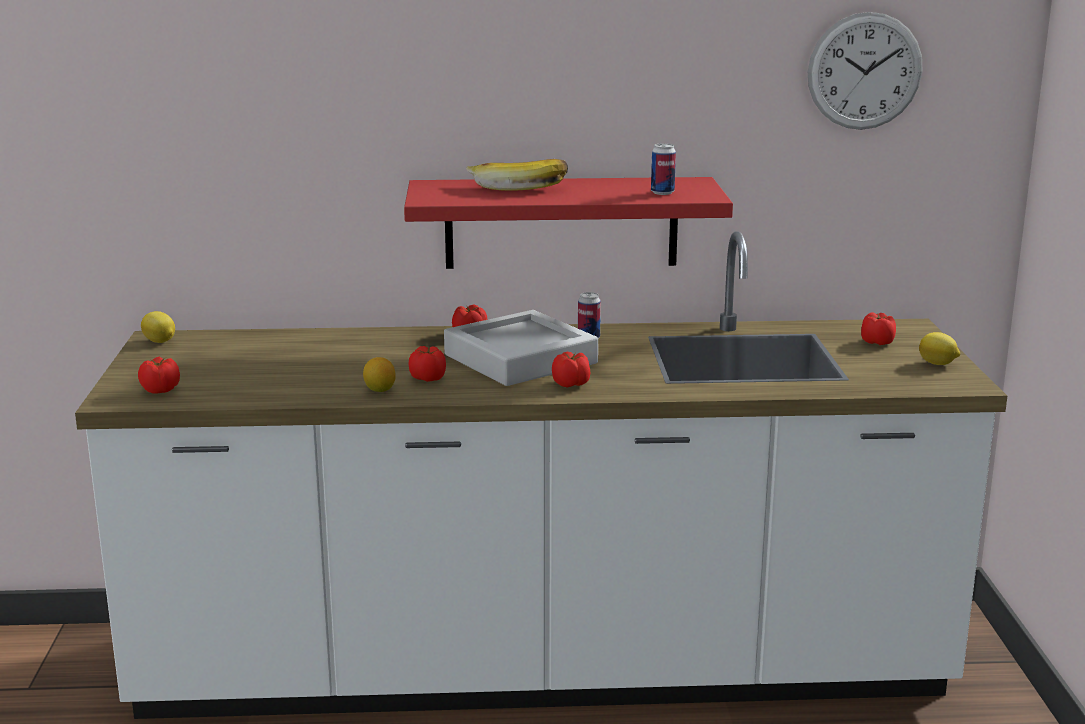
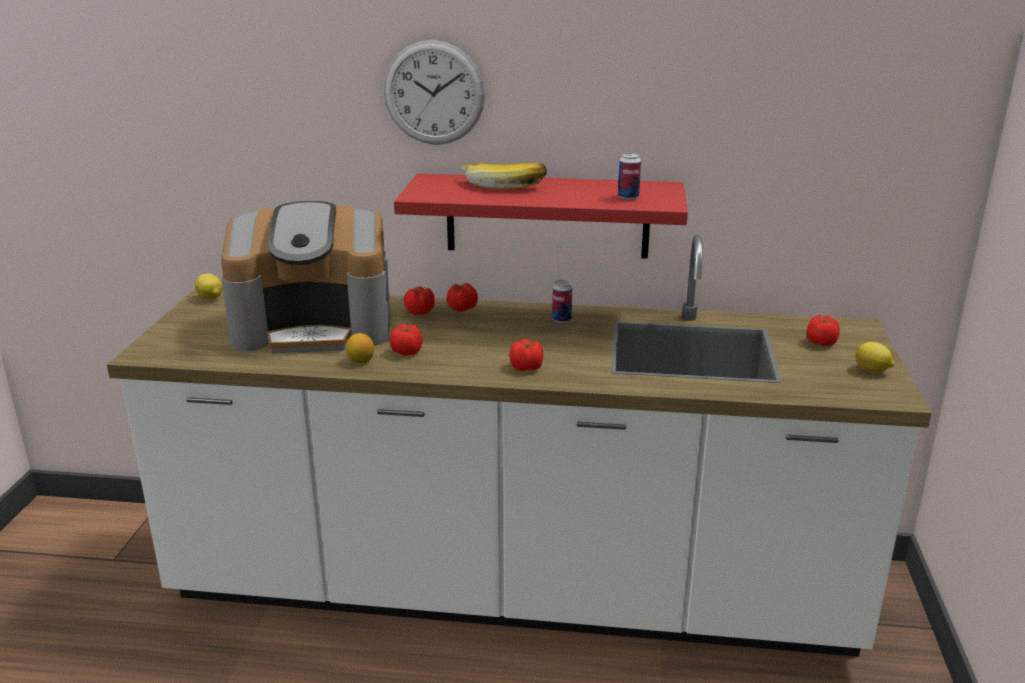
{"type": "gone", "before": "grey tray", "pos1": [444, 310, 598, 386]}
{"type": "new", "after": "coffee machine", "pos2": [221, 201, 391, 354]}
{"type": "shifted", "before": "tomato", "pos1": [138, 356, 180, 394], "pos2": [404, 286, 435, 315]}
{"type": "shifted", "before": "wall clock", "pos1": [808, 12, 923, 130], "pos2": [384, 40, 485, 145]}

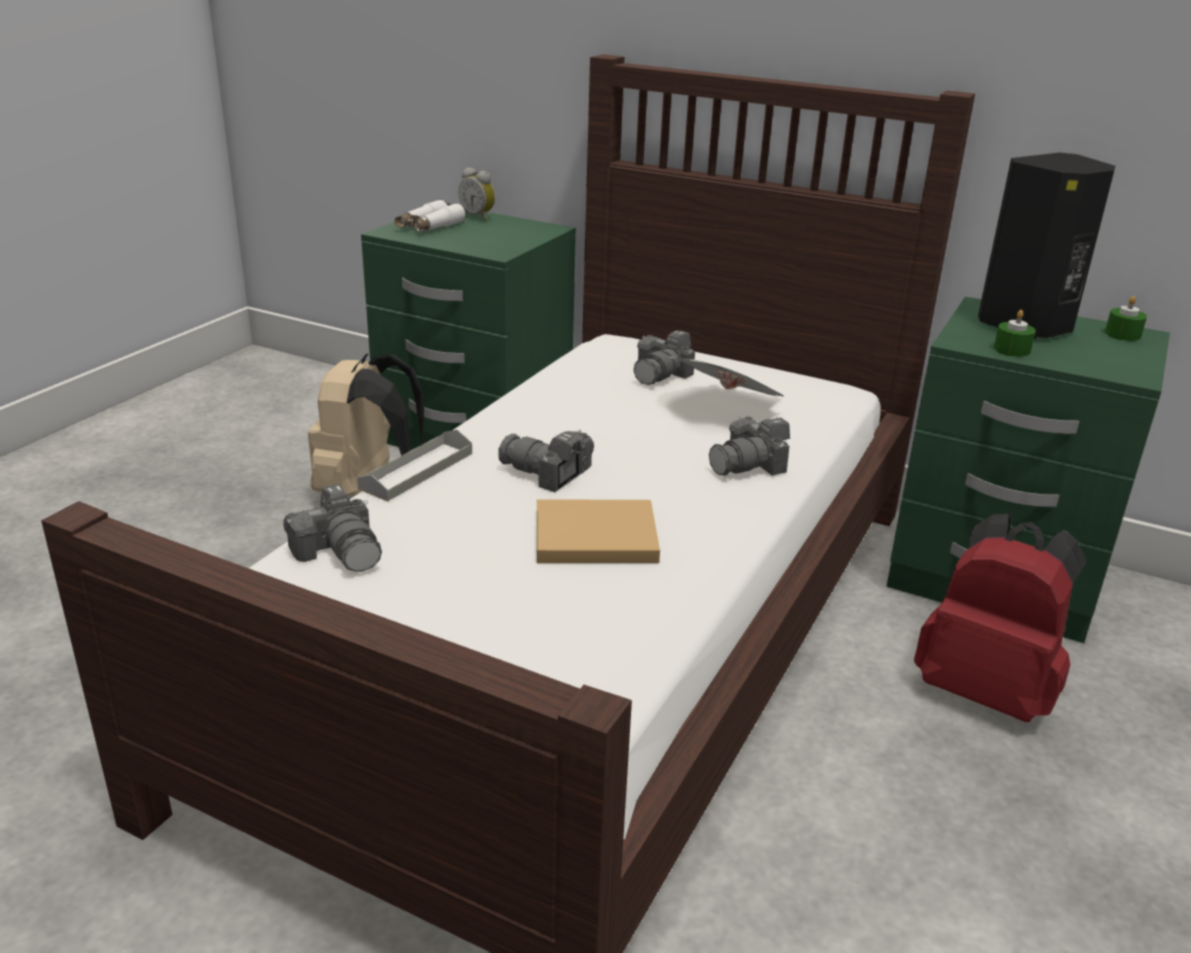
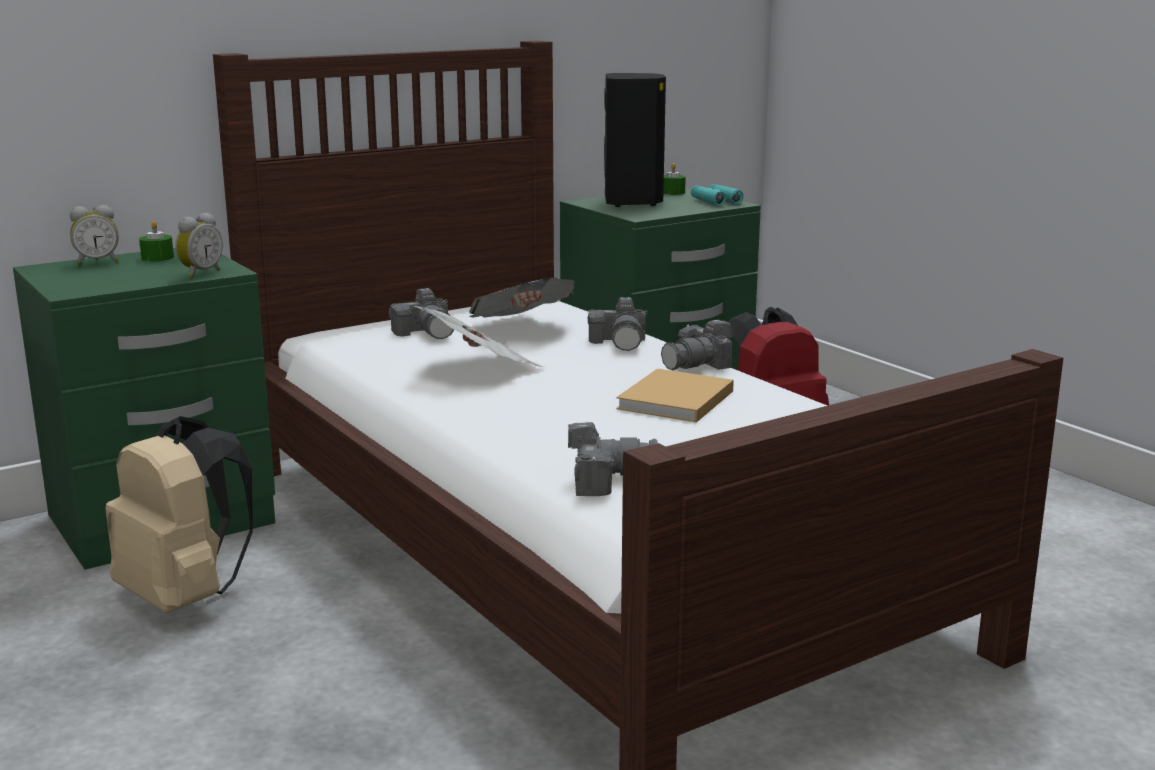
{"type": "gone", "before": "grey tray", "pos1": [357, 430, 472, 502]}
{"type": "gone", "before": "white binoculars", "pos1": [395, 199, 466, 232]}
{"type": "new", "after": "alarm clock", "pos2": [175, 212, 223, 278]}
{"type": "new", "after": "newspaper", "pos2": [414, 306, 545, 367]}
{"type": "new", "after": "turquoise binoculars", "pos2": [691, 184, 744, 206]}
{"type": "shifted", "before": "photo camera", "pos1": [498, 430, 594, 492], "pos2": [661, 320, 733, 371]}
{"type": "shifted", "before": "green candle", "pos1": [994, 310, 1036, 357], "pos2": [139, 221, 174, 262]}

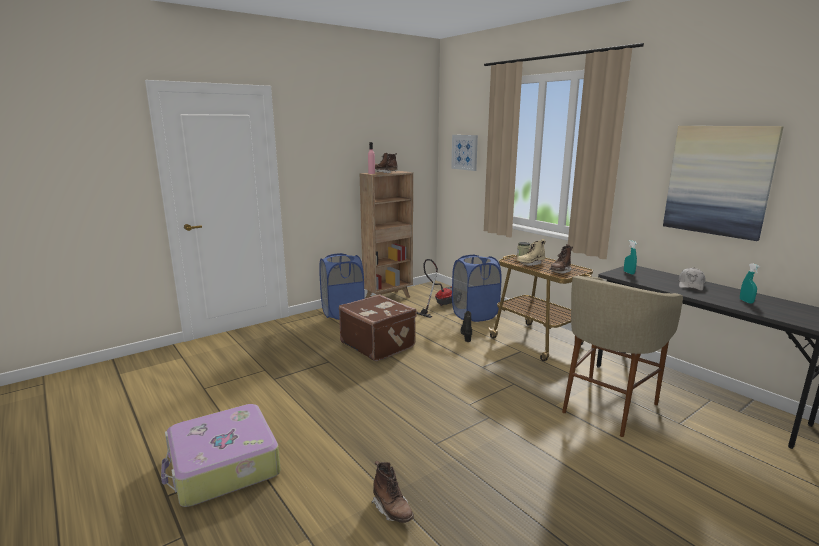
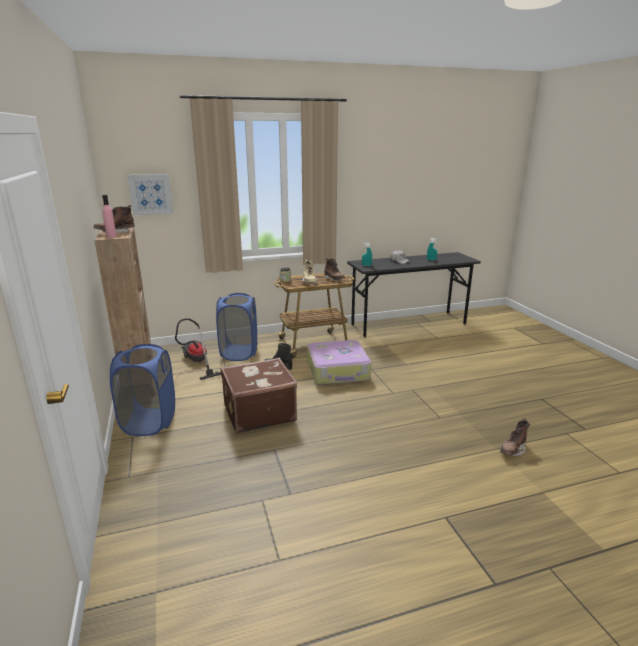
{"type": "gone", "before": "beige stool", "pos1": [562, 276, 683, 437]}
{"type": "gone", "before": "picture", "pos1": [663, 126, 784, 241]}
{"type": "shifted", "before": "suitcase", "pos1": [161, 404, 281, 507], "pos2": [307, 340, 371, 385]}
{"type": "rotated", "before": "brown boot", "pos1": [372, 461, 414, 523], "pos2": [500, 418, 530, 456], "turn": 150}

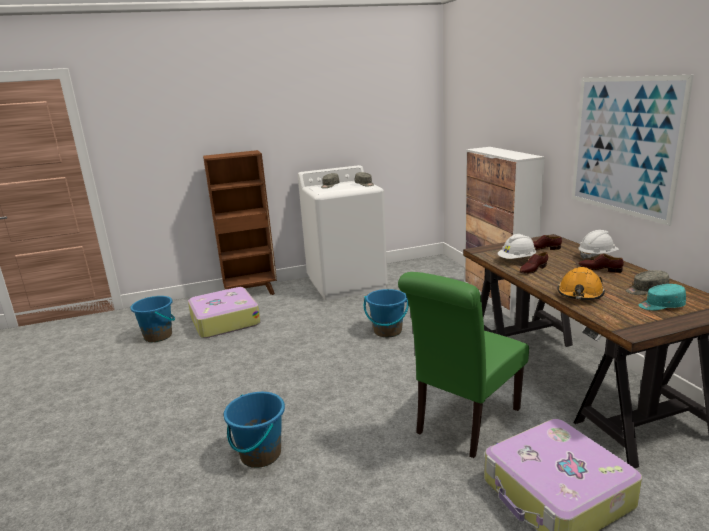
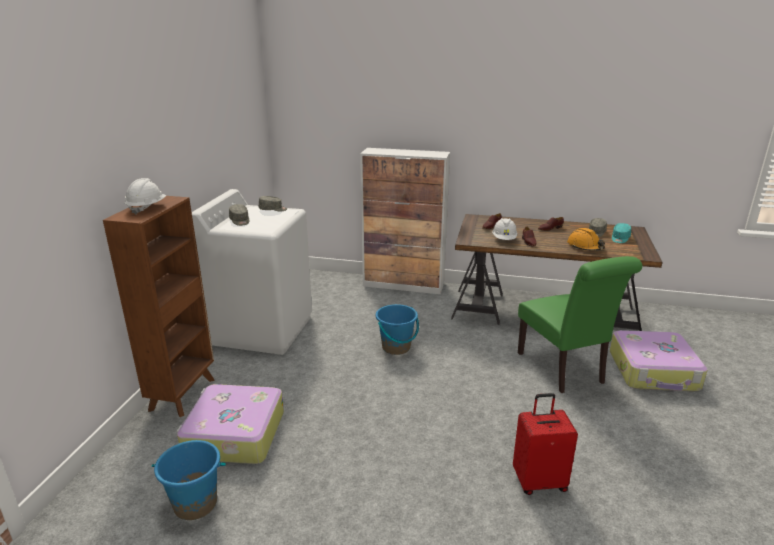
{"type": "gone", "before": "picture", "pos1": [572, 75, 694, 226]}
{"type": "shifted", "before": "white hard hat", "pos1": [578, 230, 619, 260], "pos2": [125, 178, 166, 215]}
{"type": "swapped", "before": "blue bucket", "after": "red suitcase", "pos1": [224, 392, 285, 468], "pos2": [513, 393, 578, 495]}

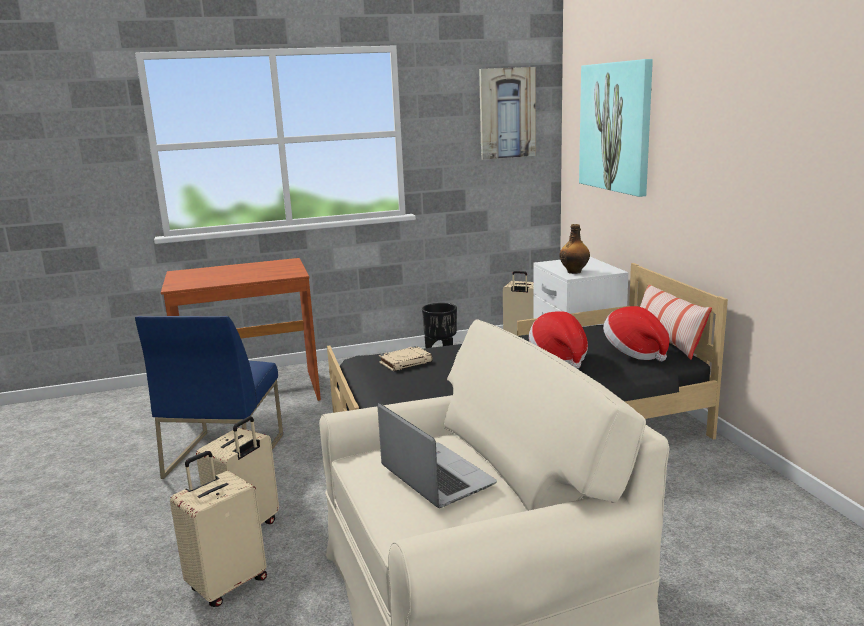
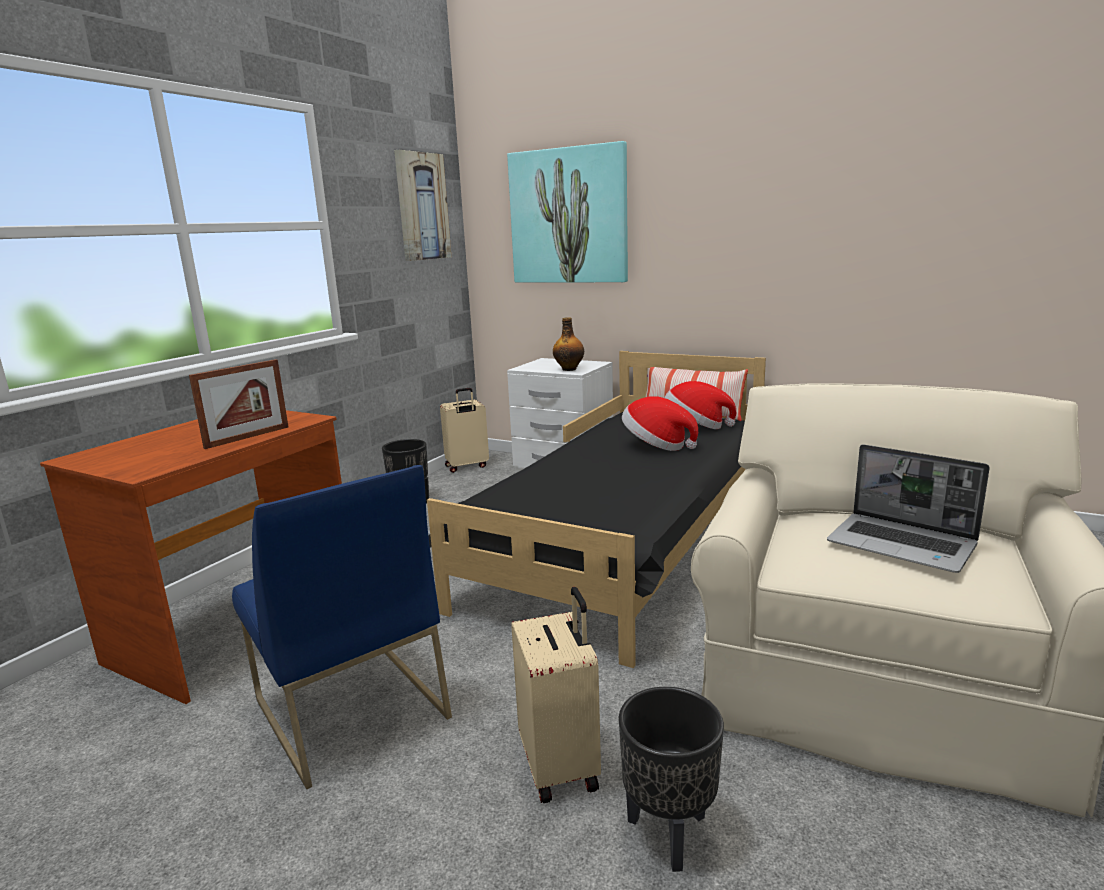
{"type": "gone", "before": "beige book", "pos1": [379, 346, 433, 371]}
{"type": "new", "after": "picture frame", "pos2": [189, 359, 288, 449]}
{"type": "swapped", "before": "beige suitcase", "after": "black planter", "pos1": [170, 451, 267, 607], "pos2": [619, 687, 724, 872]}
{"type": "rotated", "before": "laptop", "pos1": [377, 403, 497, 508], "pos2": [827, 445, 990, 573], "turn": -150}

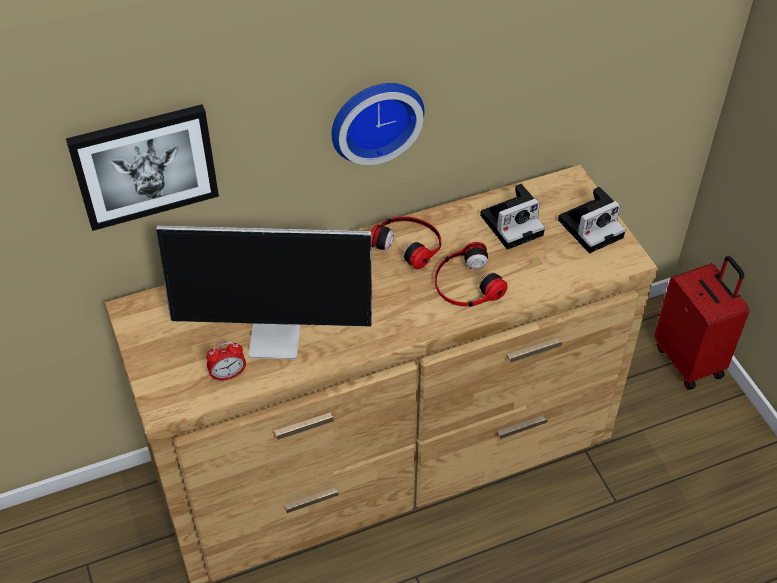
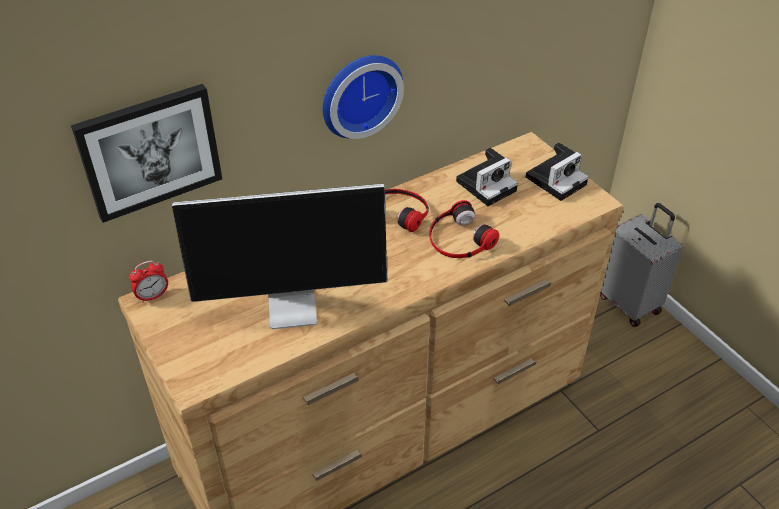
{"type": "shifted", "before": "alarm clock", "pos1": [206, 342, 246, 382], "pos2": [129, 261, 168, 303]}
{"type": "repainted", "before": "red suitcase", "after": "grey suitcase", "pos1": [654, 256, 749, 390], "pos2": [600, 203, 682, 327]}

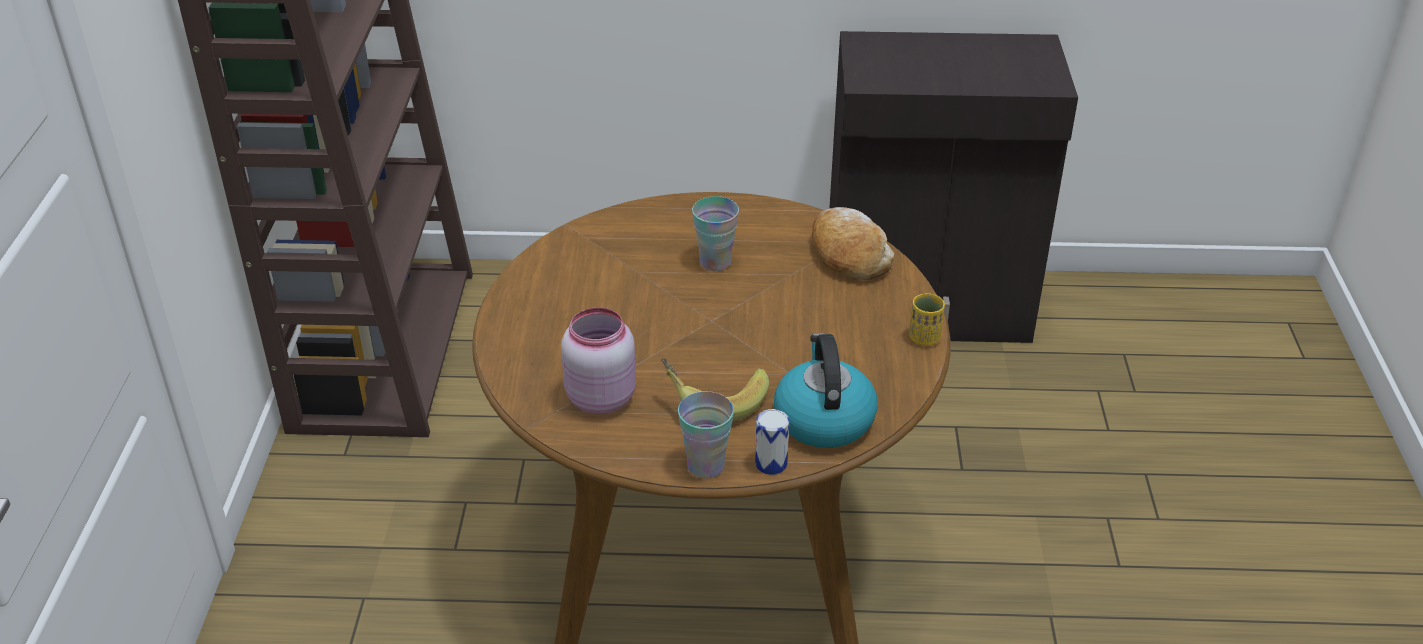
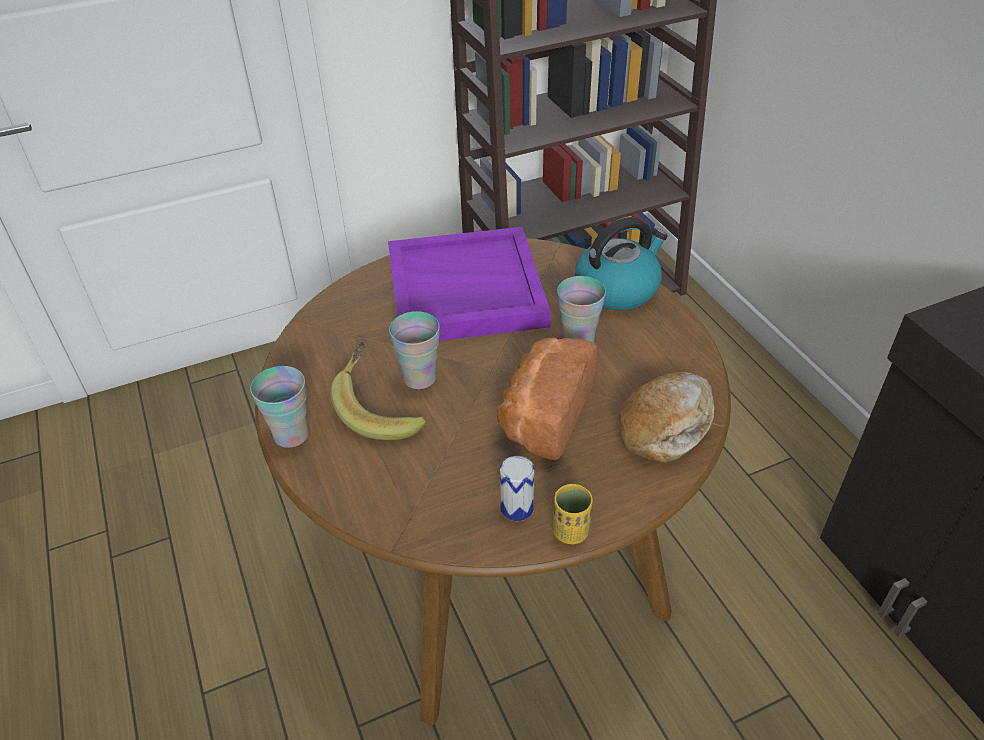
{"type": "gone", "before": "pink jar", "pos1": [561, 308, 636, 414]}
{"type": "new", "after": "purple tray", "pos2": [388, 227, 551, 341]}
{"type": "new", "after": "cup", "pos2": [389, 311, 440, 389]}
{"type": "new", "after": "bread", "pos2": [497, 337, 598, 461]}
{"type": "shifted", "before": "can", "pos1": [755, 409, 789, 475], "pos2": [500, 456, 535, 521]}
{"type": "shifted", "before": "kettle", "pos1": [774, 333, 878, 448], "pos2": [575, 217, 668, 310]}

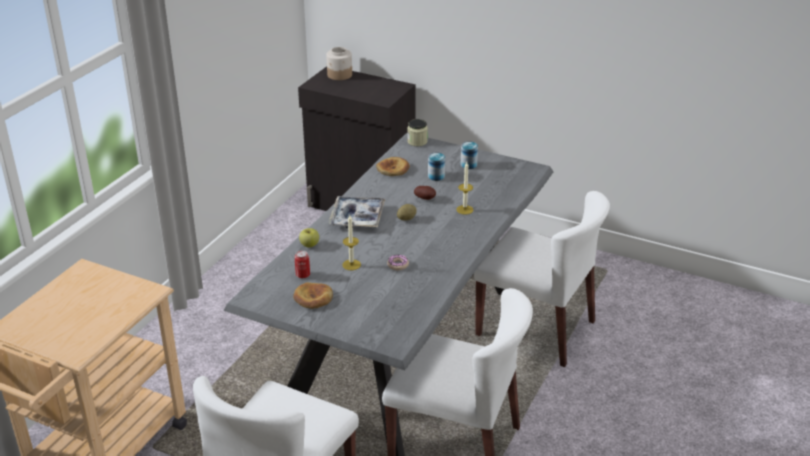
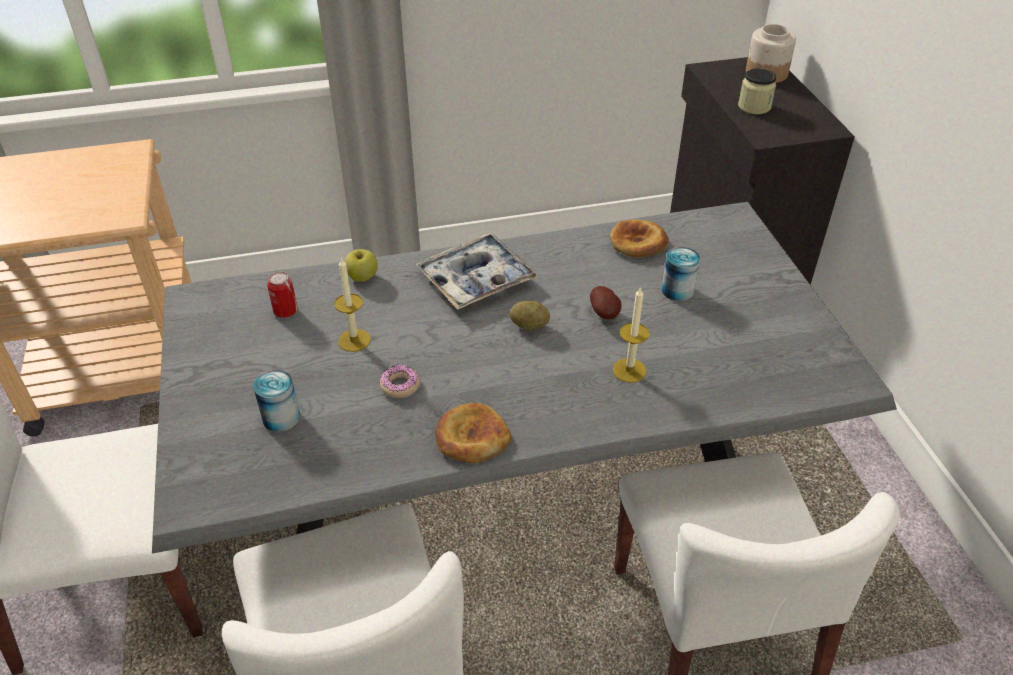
{"type": "shifted", "before": "bread", "pos1": [293, 282, 333, 309], "pos2": [435, 403, 511, 463]}
{"type": "shifted", "before": "jar", "pos1": [407, 119, 428, 146], "pos2": [738, 68, 776, 114]}
{"type": "shifted", "before": "can", "pos1": [461, 141, 478, 169], "pos2": [253, 370, 300, 432]}

